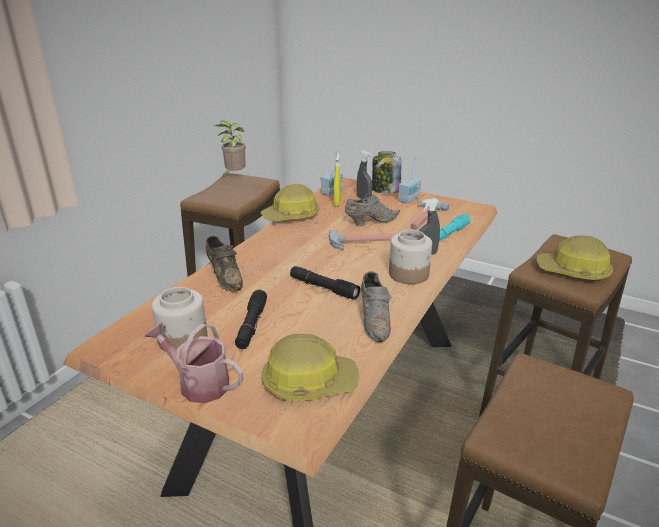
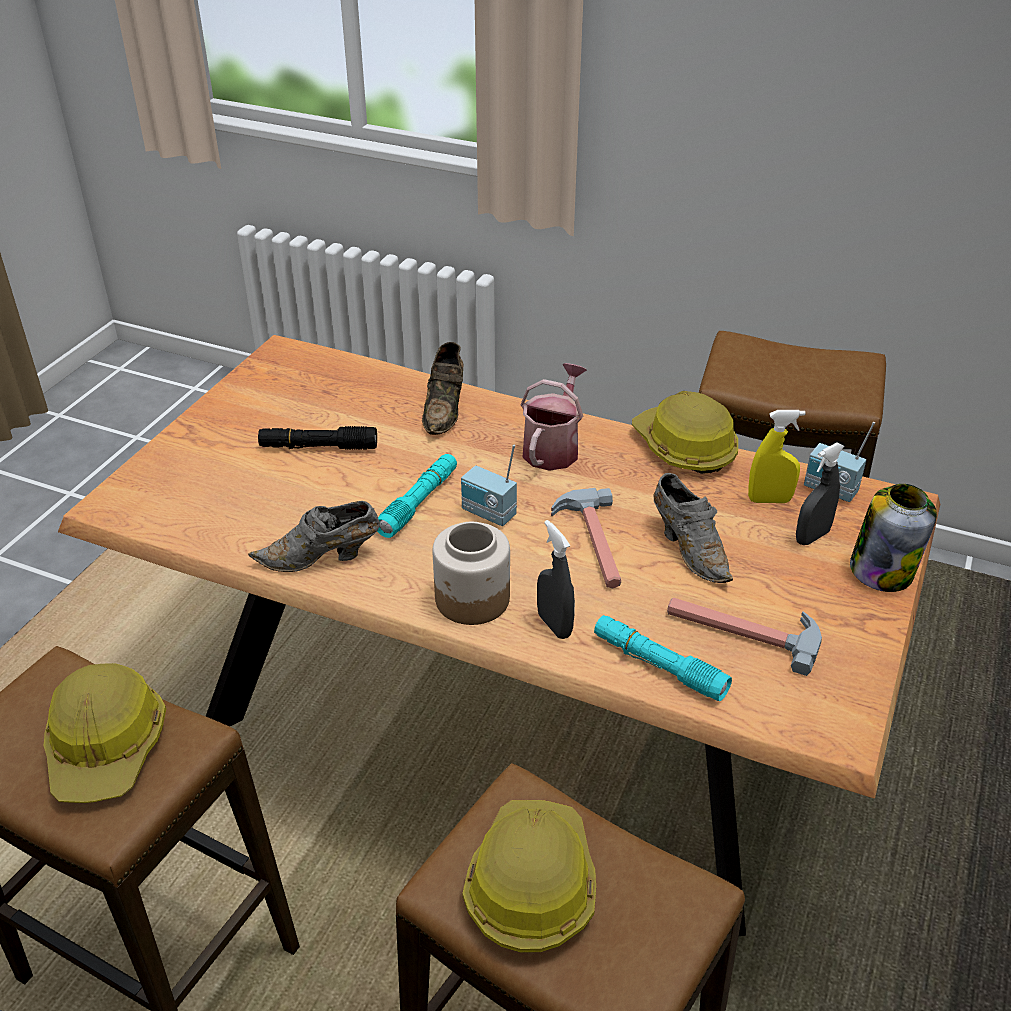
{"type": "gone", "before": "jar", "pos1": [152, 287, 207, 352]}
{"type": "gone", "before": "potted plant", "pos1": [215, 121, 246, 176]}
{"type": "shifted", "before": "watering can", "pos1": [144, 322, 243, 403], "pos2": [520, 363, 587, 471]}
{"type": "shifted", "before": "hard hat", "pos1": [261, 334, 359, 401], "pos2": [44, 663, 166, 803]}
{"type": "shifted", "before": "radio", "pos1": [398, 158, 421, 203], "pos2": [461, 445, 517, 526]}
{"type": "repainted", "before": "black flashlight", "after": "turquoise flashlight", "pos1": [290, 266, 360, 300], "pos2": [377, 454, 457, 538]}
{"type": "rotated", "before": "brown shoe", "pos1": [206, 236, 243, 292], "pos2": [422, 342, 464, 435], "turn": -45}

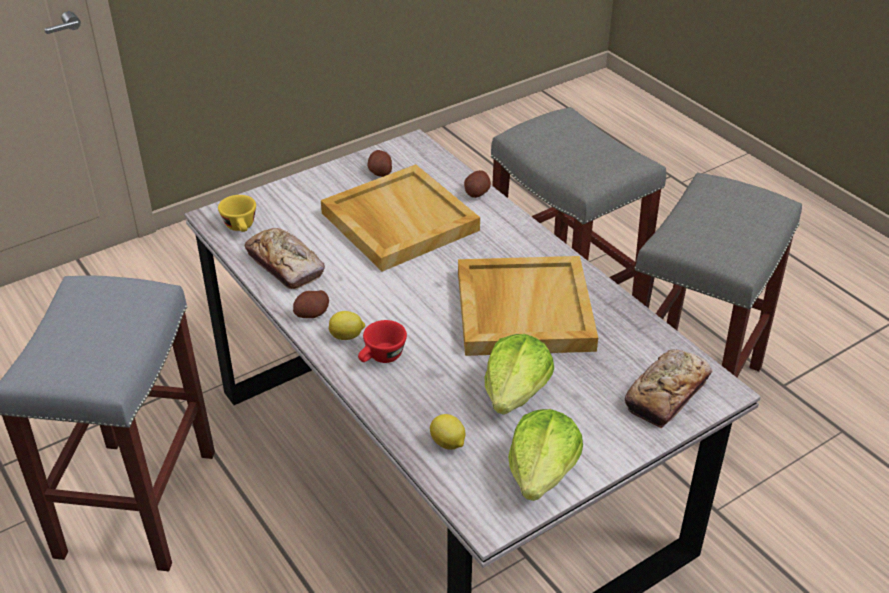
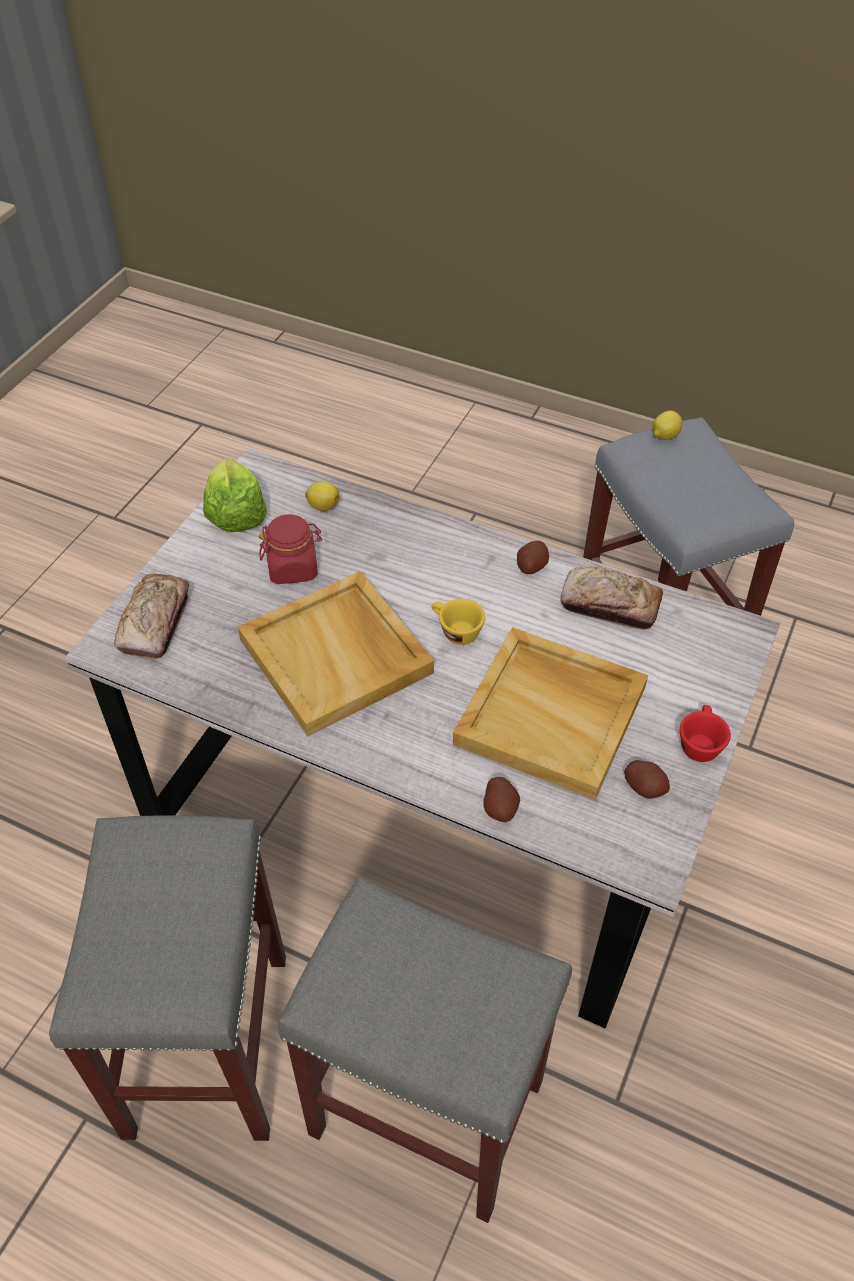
{"type": "shifted", "before": "yellow cup", "pos1": [218, 195, 256, 232], "pos2": [432, 599, 485, 645]}
{"type": "shifted", "before": "lemon", "pos1": [329, 311, 365, 340], "pos2": [652, 411, 682, 440]}
{"type": "shifted", "before": "red cup", "pos1": [358, 320, 407, 363], "pos2": [680, 705, 731, 762]}
{"type": "swapped", "before": "lettuce", "after": "red jar", "pos1": [485, 334, 554, 415], "pos2": [259, 514, 322, 584]}

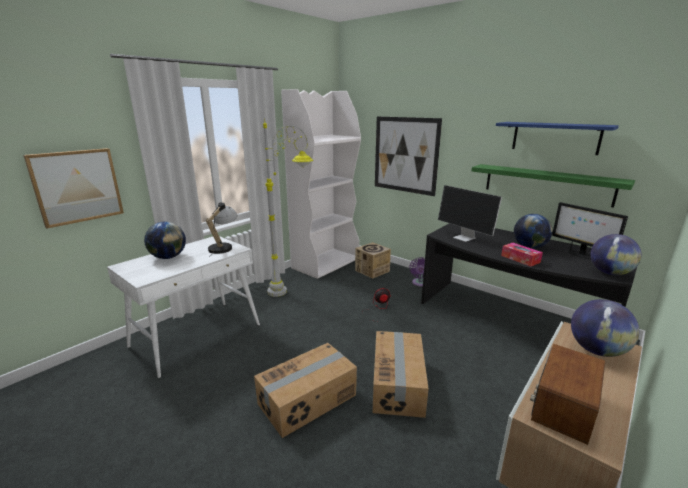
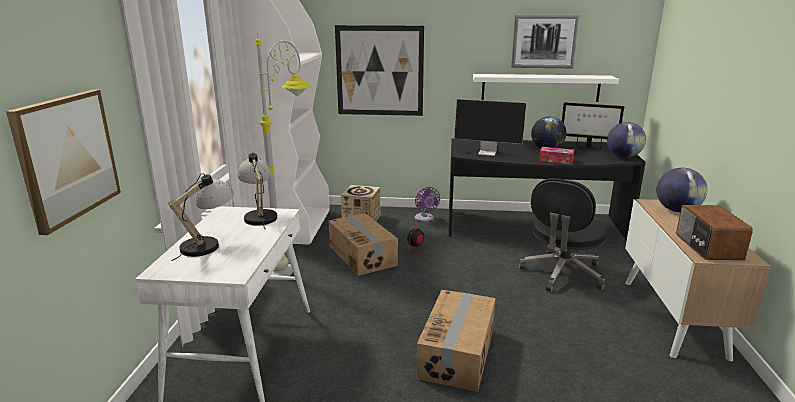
{"type": "new", "after": "black office chair", "pos2": [519, 178, 607, 292]}
{"type": "shifted", "before": "cardboard box", "pos1": [372, 331, 429, 418], "pos2": [329, 213, 398, 276]}
{"type": "swapped", "before": "globe", "after": "table lamp", "pos1": [144, 222, 186, 259], "pos2": [168, 173, 234, 261]}
{"type": "swapped", "before": "blue shelf", "after": "picture", "pos1": [496, 122, 619, 155], "pos2": [511, 15, 580, 68]}
{"type": "repainted", "before": "green shelf", "after": "white shelf", "pos1": [472, 164, 635, 208], "pos2": [473, 74, 619, 102]}

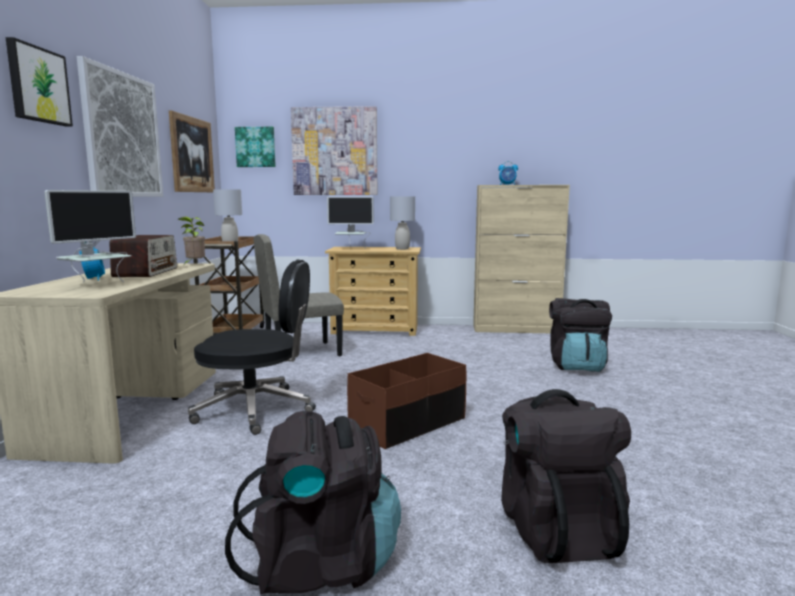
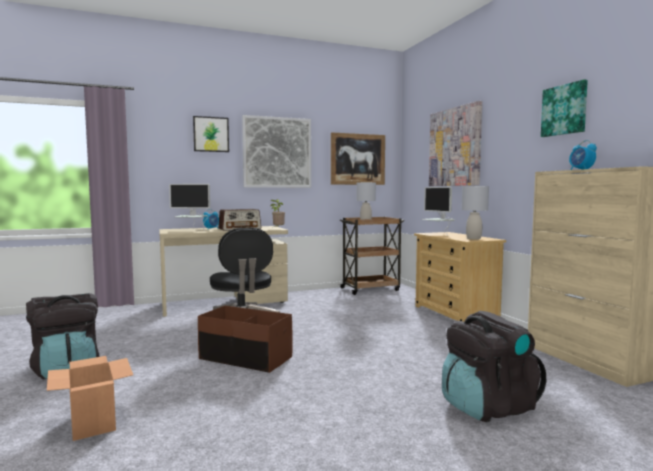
{"type": "gone", "before": "beige chair", "pos1": [253, 234, 344, 356]}
{"type": "shifted", "before": "picture", "pos1": [235, 127, 276, 167], "pos2": [541, 79, 588, 137]}
{"type": "swapped", "before": "black backpack", "after": "cardboard box", "pos1": [501, 389, 631, 563], "pos2": [47, 356, 133, 441]}

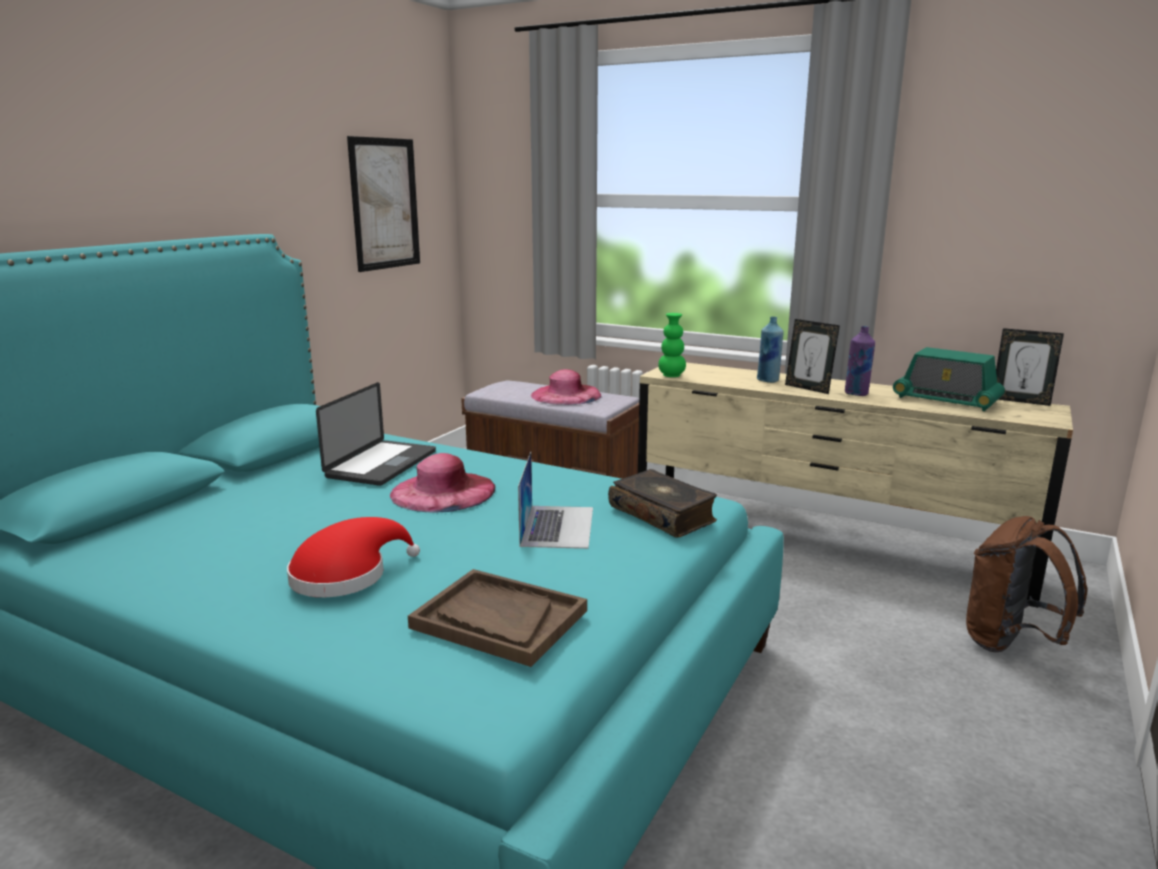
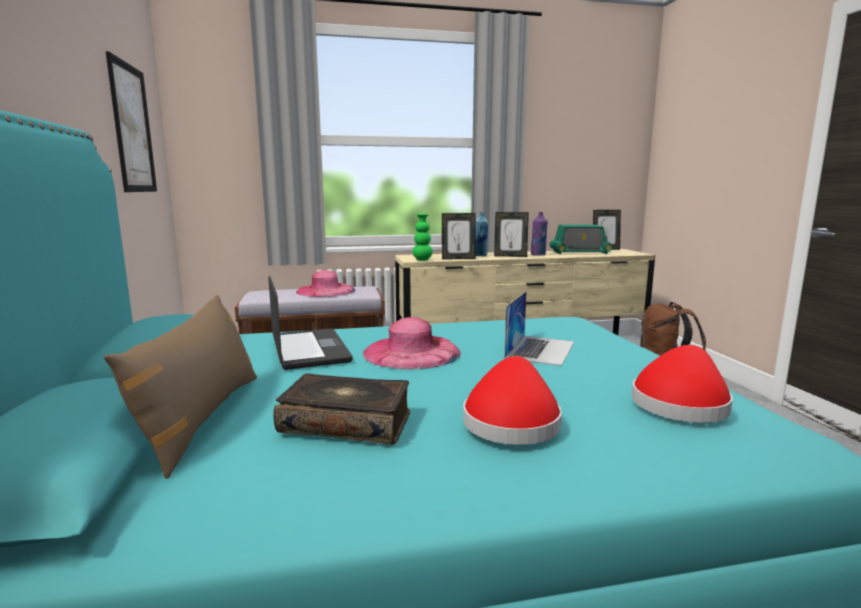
{"type": "new", "after": "brown pillow", "pos2": [104, 295, 257, 479]}
{"type": "new", "after": "picture frame", "pos2": [442, 213, 476, 259]}
{"type": "shifted", "before": "book", "pos1": [608, 469, 717, 538], "pos2": [273, 373, 410, 445]}
{"type": "swapped", "before": "brown tray", "after": "red hat", "pos1": [408, 569, 587, 667], "pos2": [632, 345, 733, 422]}
{"type": "rotated", "before": "laptop", "pos1": [518, 452, 593, 549], "pos2": [504, 291, 574, 366], "turn": 60}

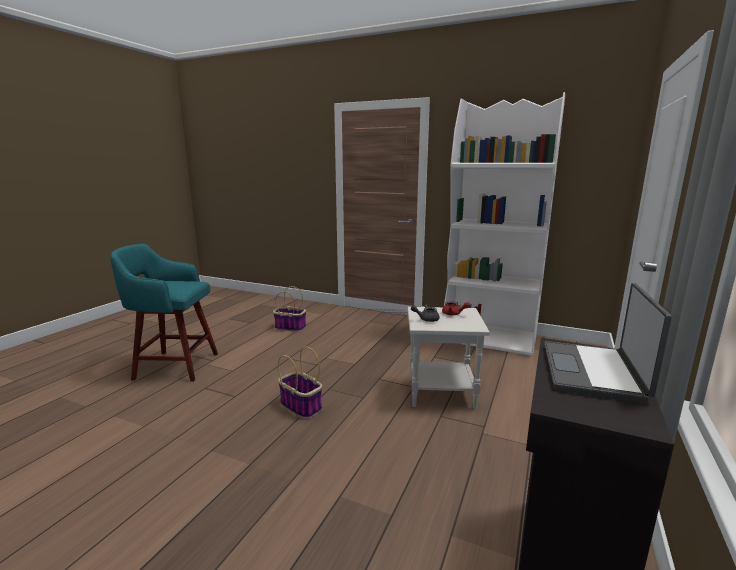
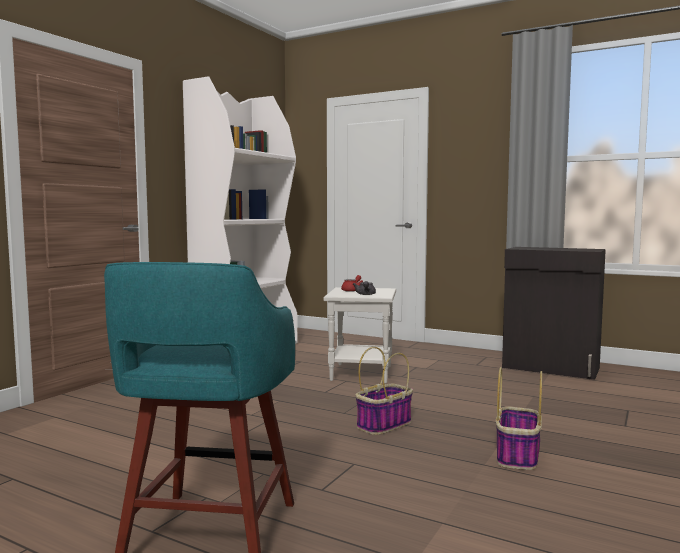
{"type": "gone", "before": "laptop", "pos1": [544, 283, 672, 404]}
{"type": "shifted", "before": "basket", "pos1": [273, 286, 306, 332], "pos2": [496, 367, 542, 470]}

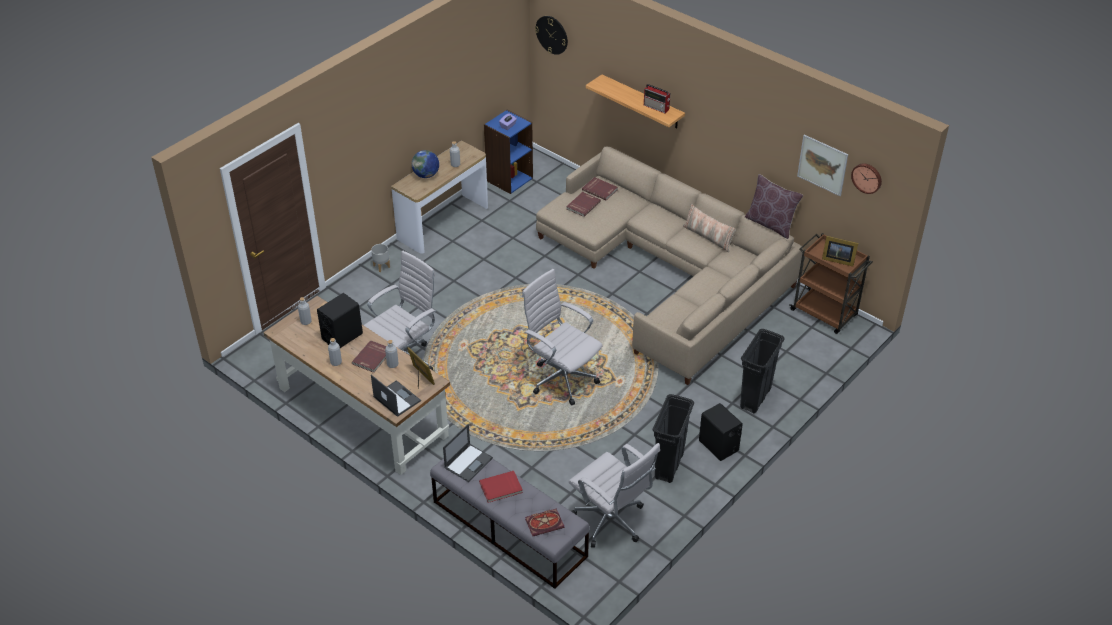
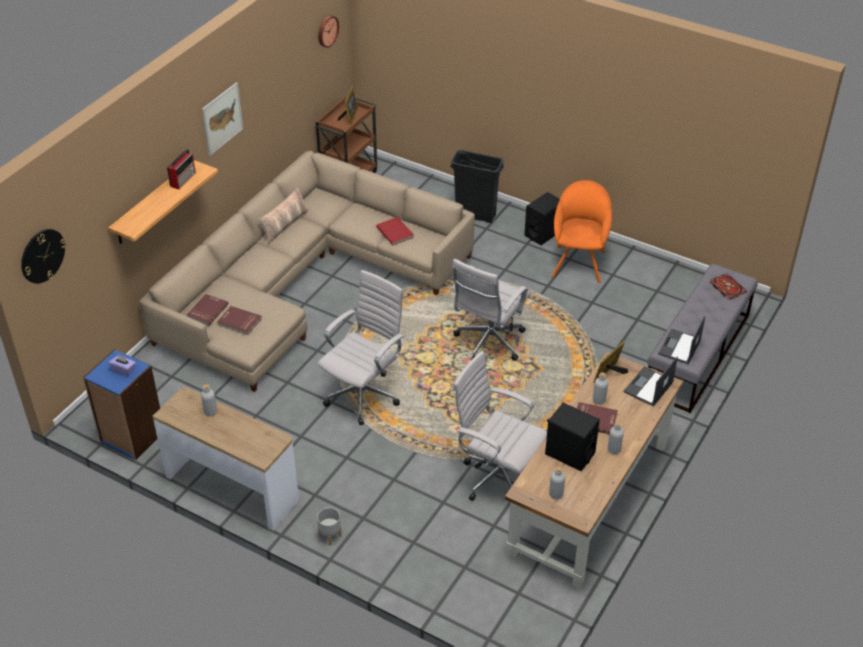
{"type": "gone", "before": "globe", "pos1": [411, 150, 439, 178]}
{"type": "gone", "before": "brown pillow", "pos1": [745, 174, 803, 239]}
{"type": "shifted", "before": "red book", "pos1": [479, 471, 523, 503], "pos2": [376, 217, 414, 245]}
{"type": "shifted", "before": "white office chair", "pos1": [569, 443, 660, 548], "pos2": [318, 270, 404, 425]}
{"type": "shifted", "before": "picture", "pos1": [797, 135, 848, 196], "pos2": [202, 82, 243, 156]}
{"type": "swapped", "before": "black trash can", "after": "orange armchair", "pos1": [653, 394, 694, 483], "pos2": [551, 180, 612, 283]}
{"type": "rotated", "before": "laptop", "pos1": [443, 424, 493, 482], "pos2": [658, 316, 705, 364], "turn": -90}

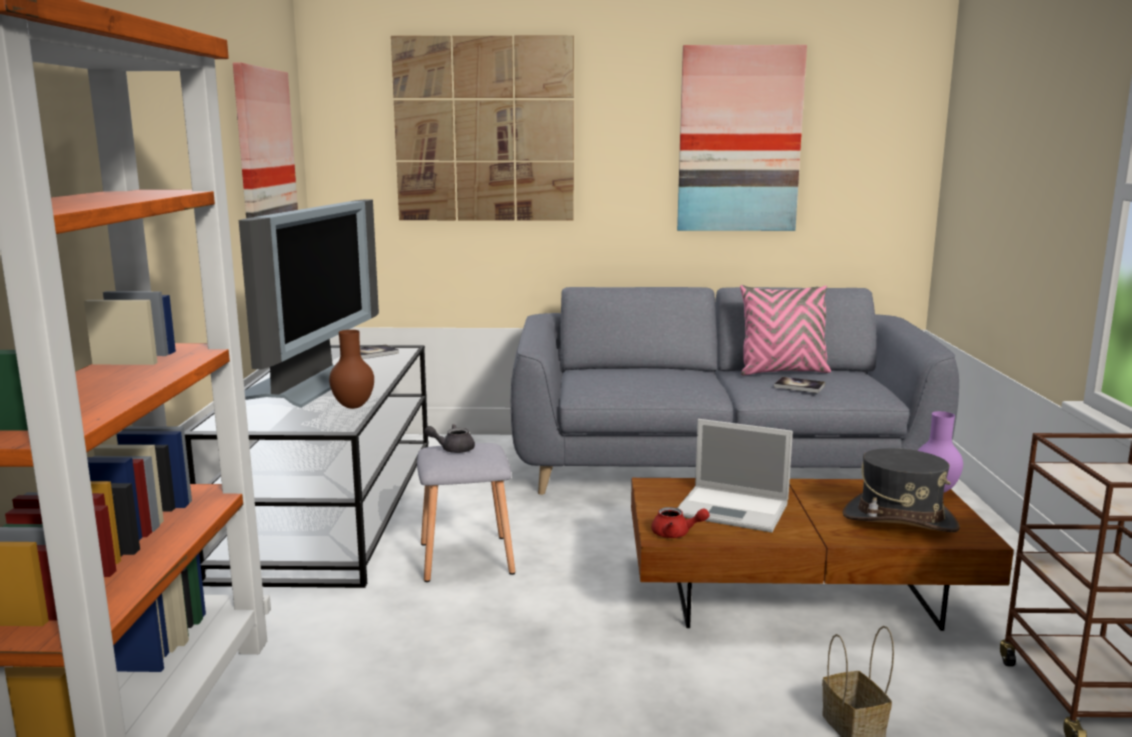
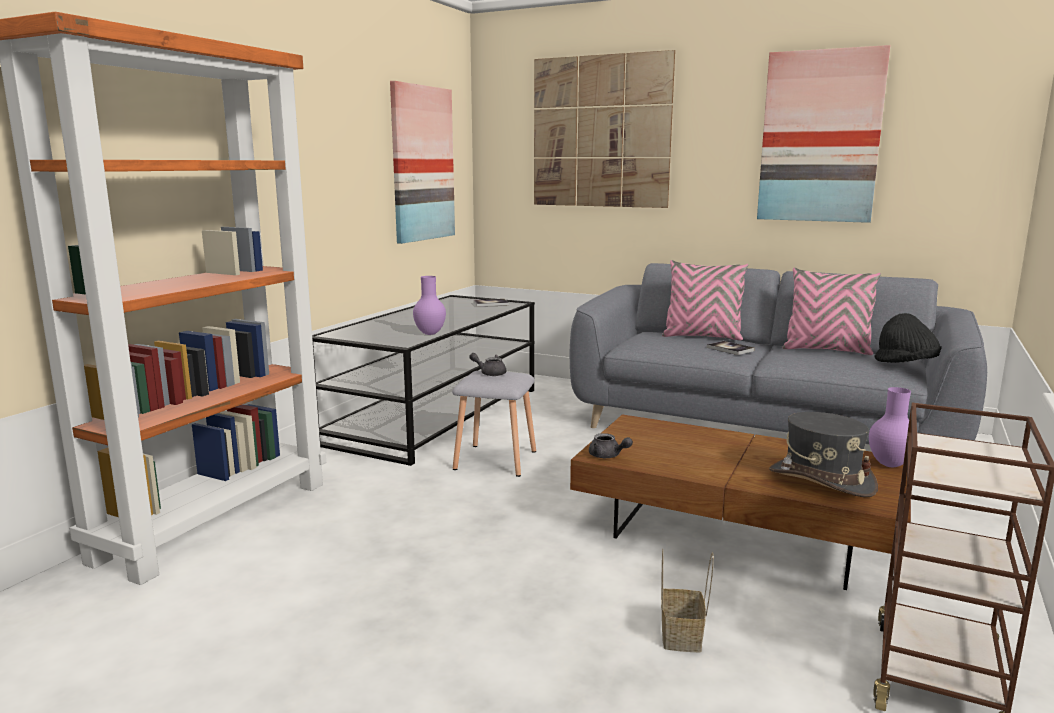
{"type": "gone", "before": "television", "pos1": [239, 199, 379, 408]}
{"type": "gone", "before": "laptop", "pos1": [677, 419, 793, 533]}
{"type": "new", "after": "pink pillow", "pos2": [662, 260, 748, 340]}
{"type": "new", "after": "black hat", "pos2": [874, 313, 942, 363]}
{"type": "shifted", "before": "book", "pos1": [774, 377, 825, 393], "pos2": [707, 341, 755, 355]}
{"type": "repainted", "before": "brown vase", "after": "purple vase", "pos1": [329, 330, 374, 409], "pos2": [413, 276, 446, 335]}
{"type": "repainted", "before": "red teapot", "after": "grey teapot", "pos1": [651, 507, 709, 538], "pos2": [589, 433, 633, 458]}

